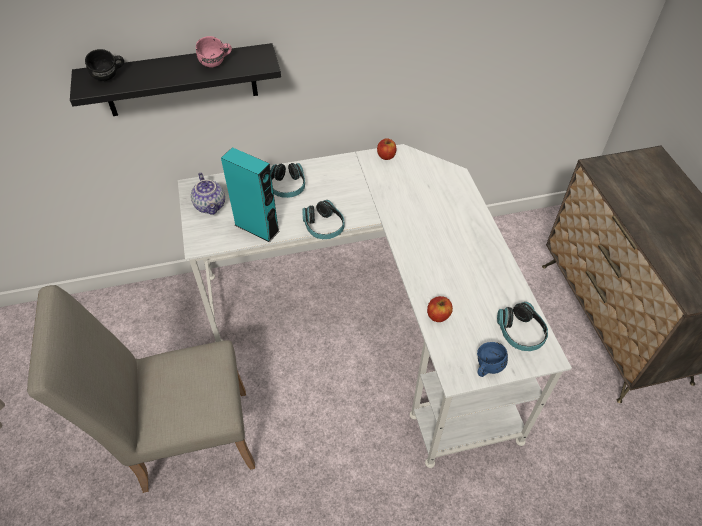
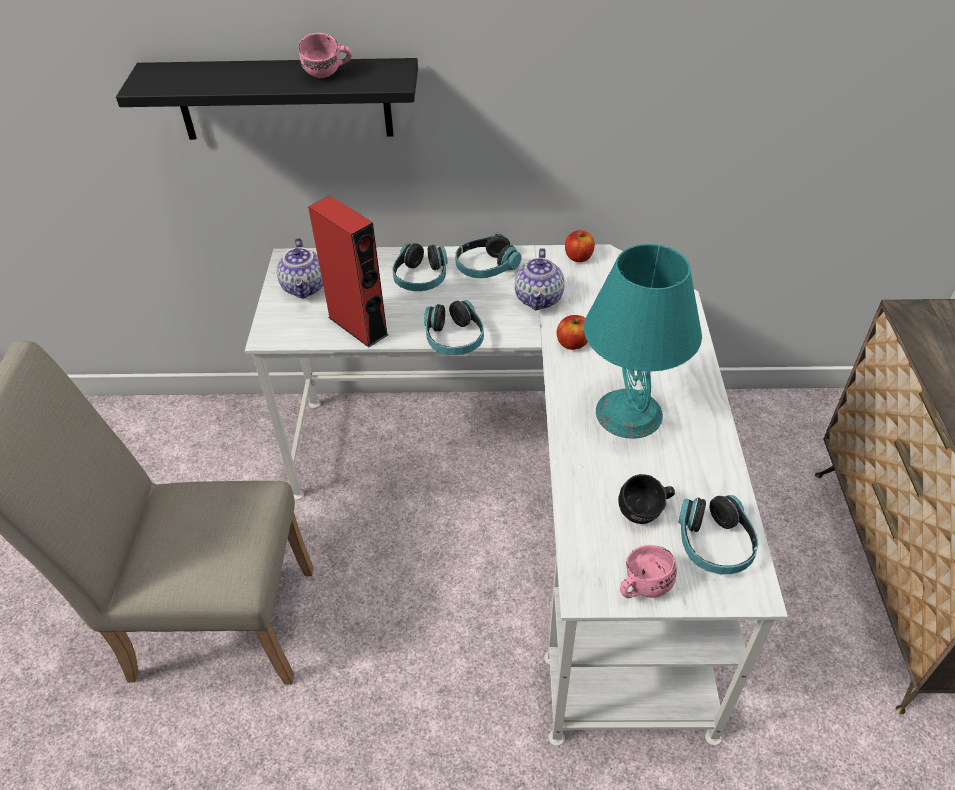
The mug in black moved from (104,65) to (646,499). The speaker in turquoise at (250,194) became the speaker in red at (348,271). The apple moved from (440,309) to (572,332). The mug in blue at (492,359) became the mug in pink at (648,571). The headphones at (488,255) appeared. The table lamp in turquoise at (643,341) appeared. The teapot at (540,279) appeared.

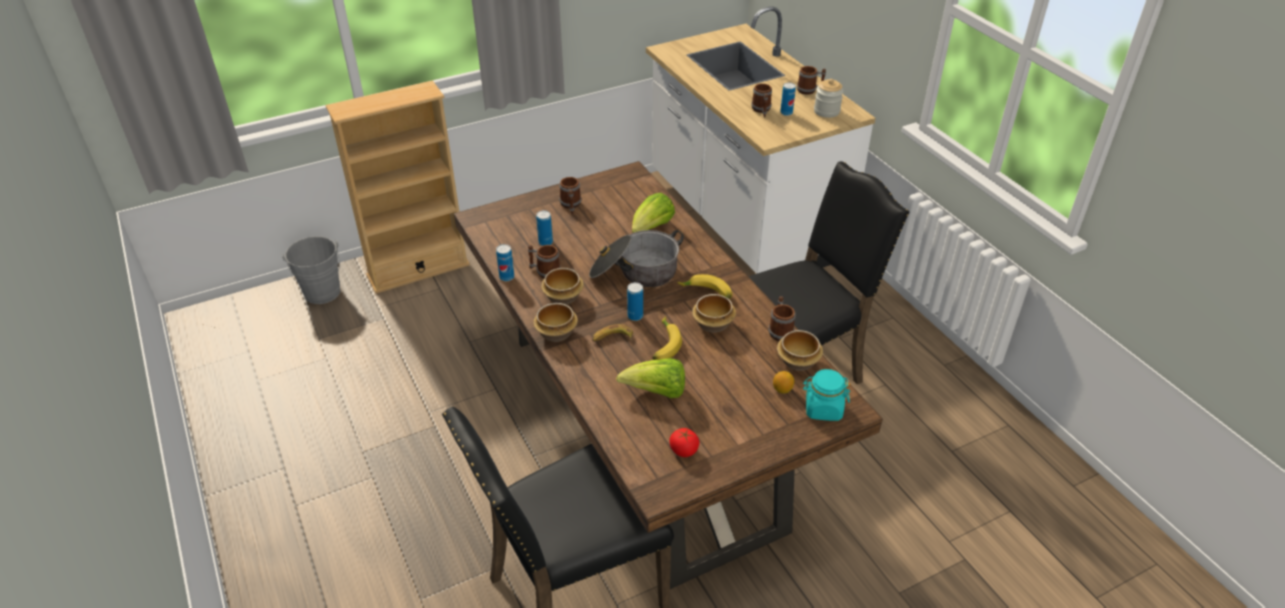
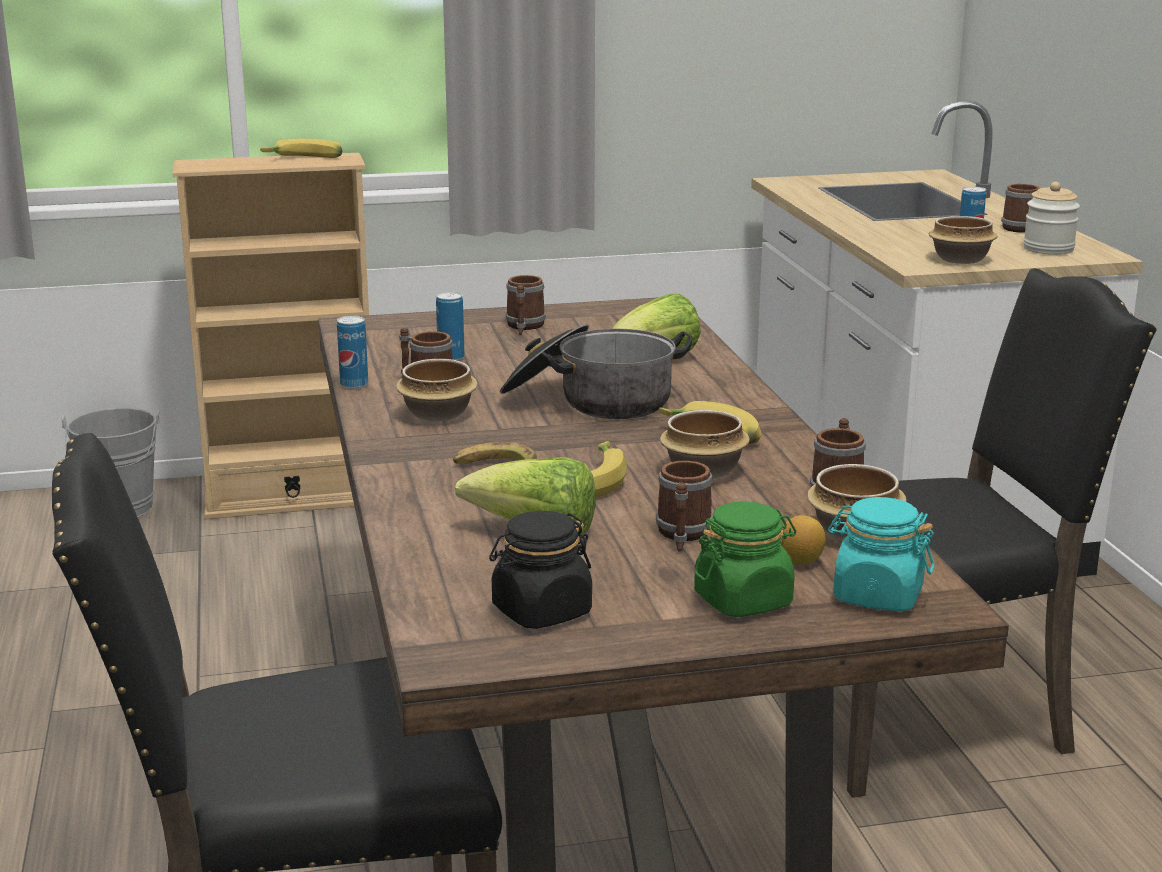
The mug moved from (761,100) to (684,506). The can at (635,301) disappeared. The bowl moved from (555,322) to (963,240). The tomato at (684,442) was replaced by the jar in black at (540,570). The banana at (301,148) appeared. The jar in green at (745,559) appeared.

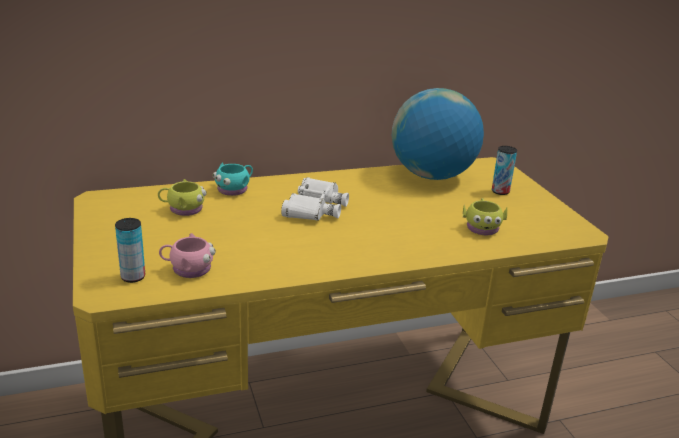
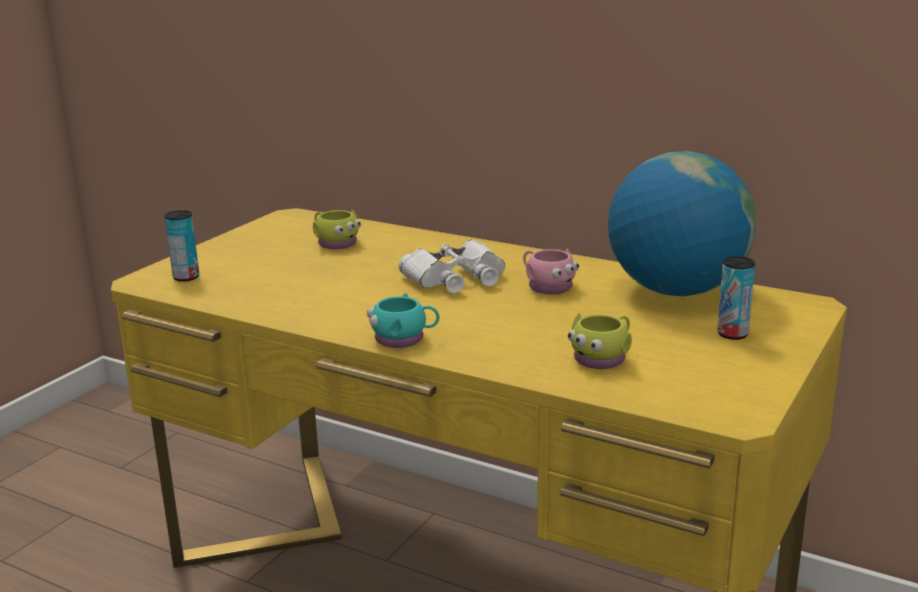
The mug in turquoise moved from (232,179) to (403,320). The mug in pink moved from (187,255) to (551,271).

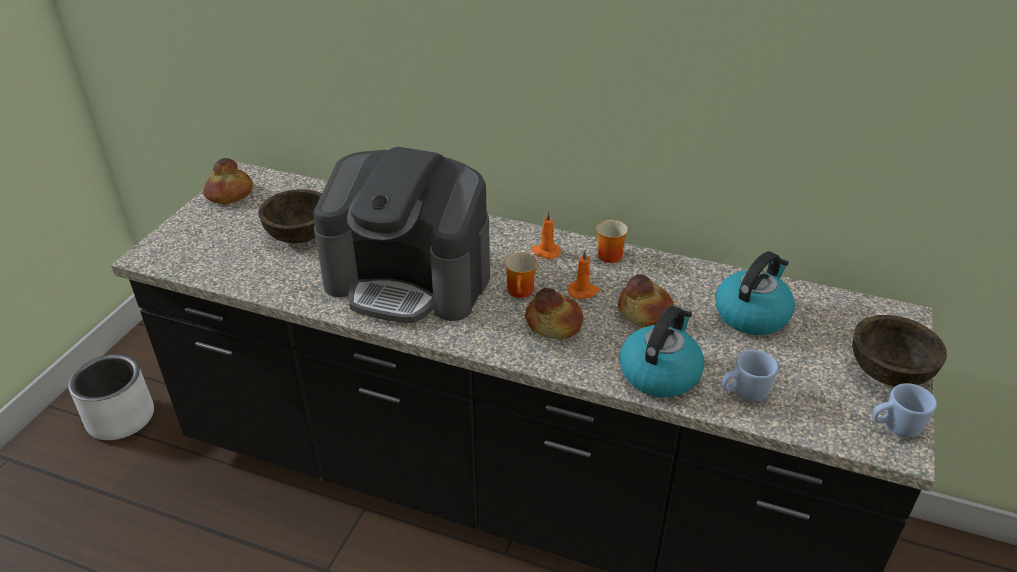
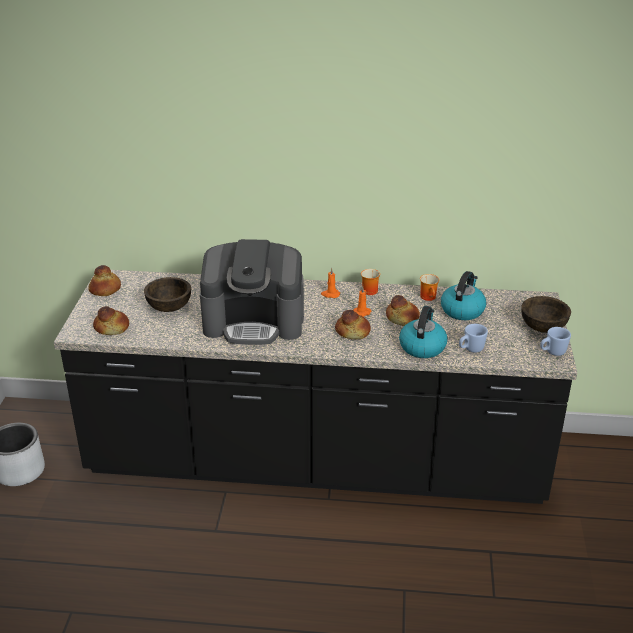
The mug moved from (521,275) to (430,287). The bread at (111,320) appeared.

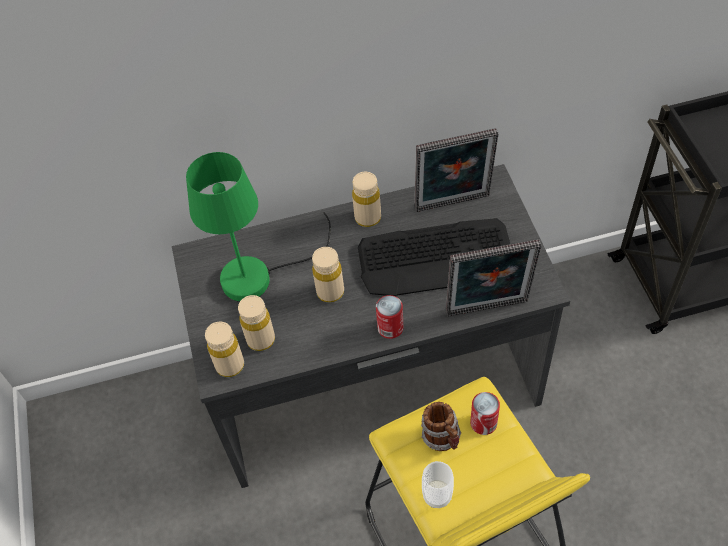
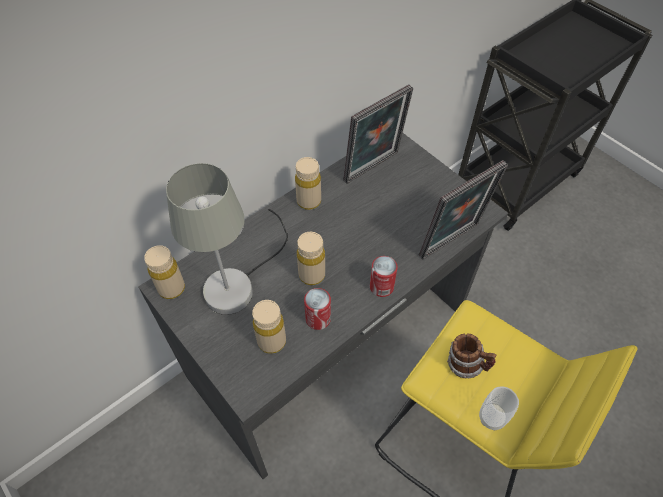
The table lamp in green at (258,227) became the table lamp in grey at (227,239). The keyboard at (434,257) disappeared. The bottle in beige moved from (224,349) to (164,272). The can moved from (485,413) to (317,309).

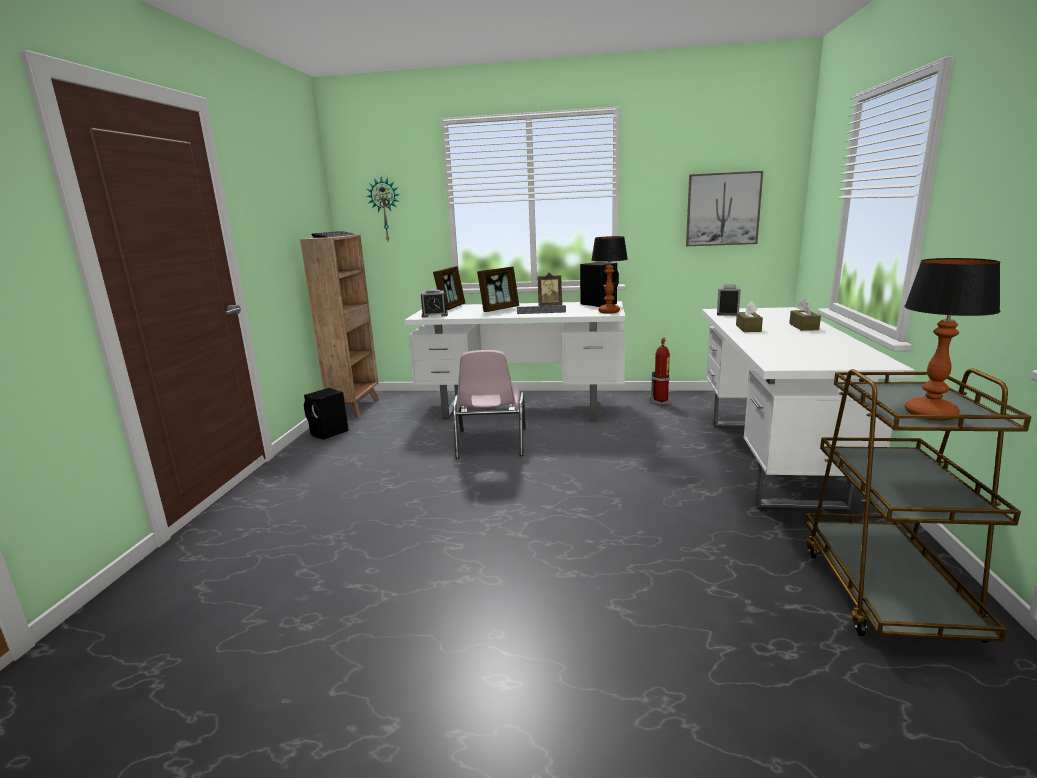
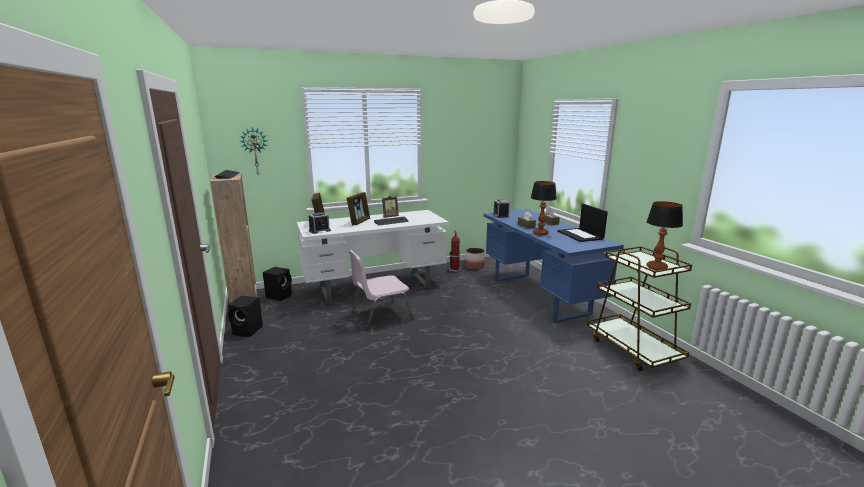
The picture at (724,208) disappeared. The table lamp moved from (609,275) to (544,208). The speaker in black moved from (599,284) to (277,284). The desk in white at (808,408) became the desk in blue at (553,266). The chair in pink at (489,404) turned 90 degrees clockwise. The laptop at (582,222) appeared. The planter at (475,259) appeared.

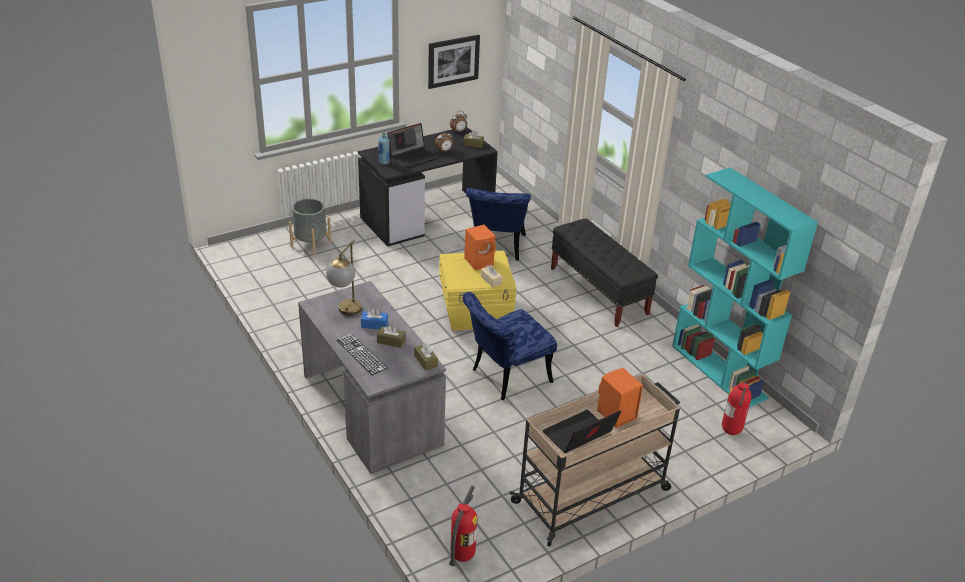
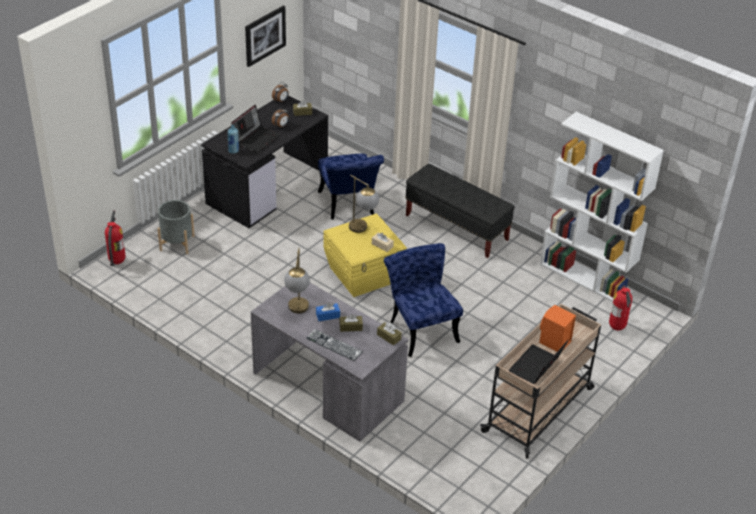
The bookcase in turquoise at (745,287) became the bookcase in white at (602,207). The speaker in orange at (480,247) was replaced by the table lamp at (364,204). The chair in blue at (509,346) turned 120 degrees clockwise. The fire extinguisher moved from (463,526) to (115,238).

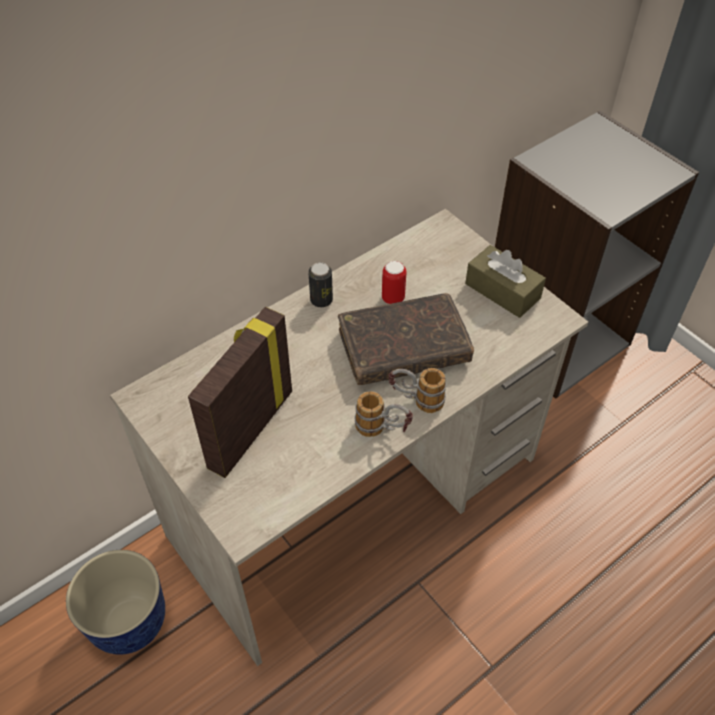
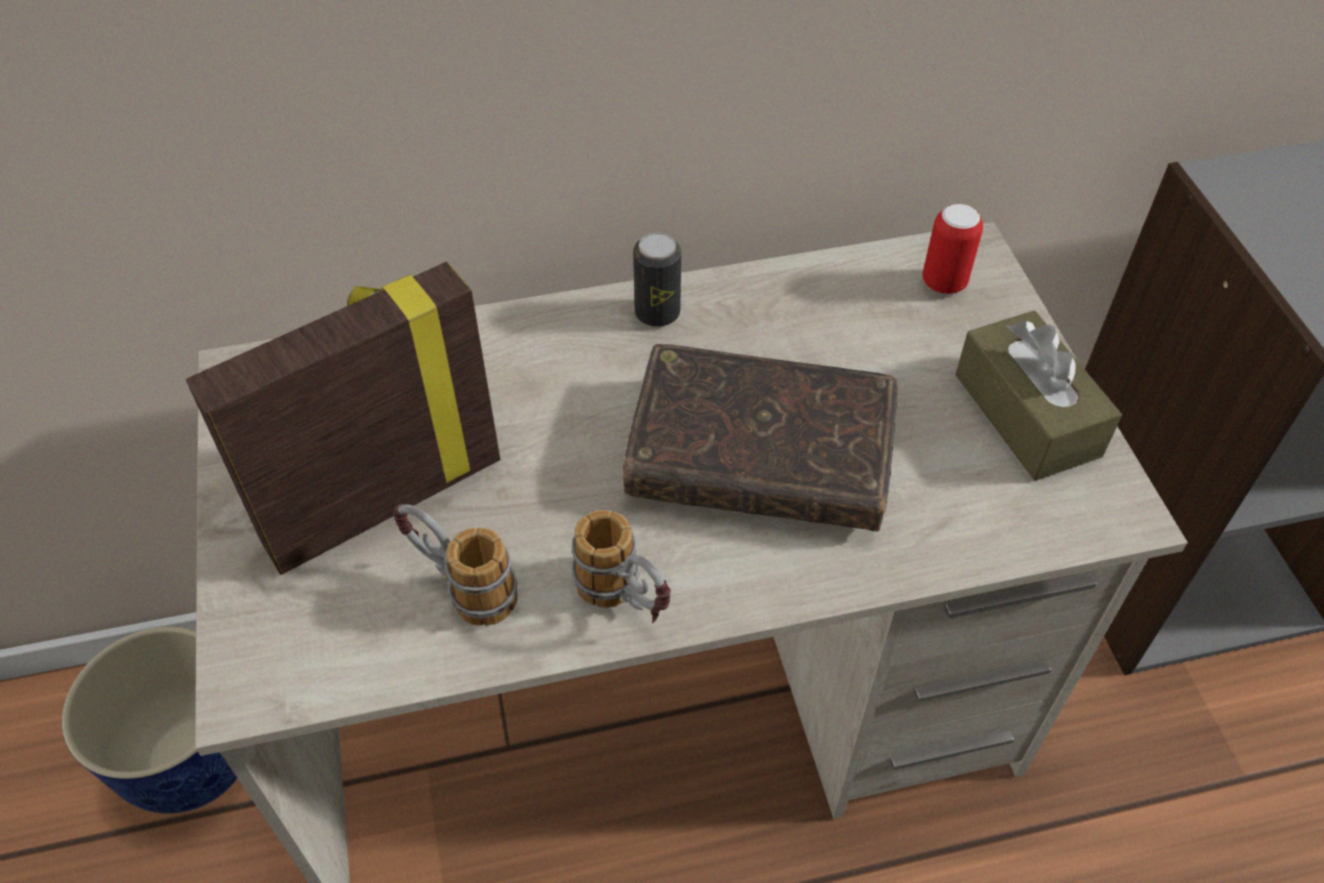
The can moved from (394,282) to (952,249). The mug moved from (417,390) to (455,565).

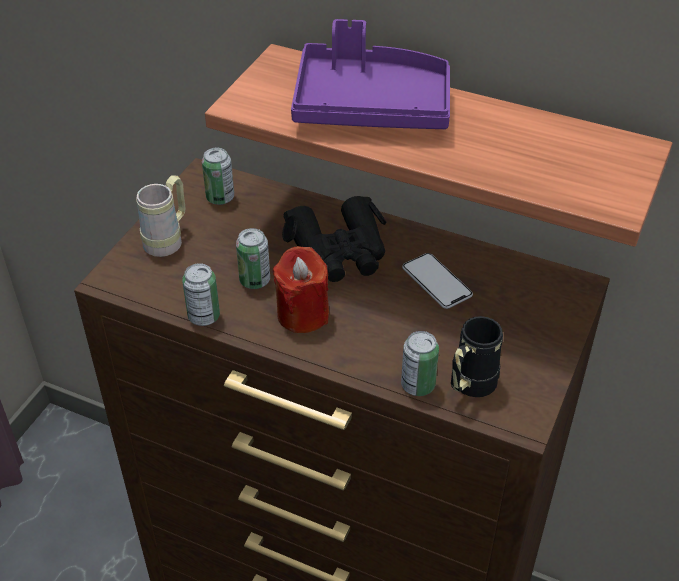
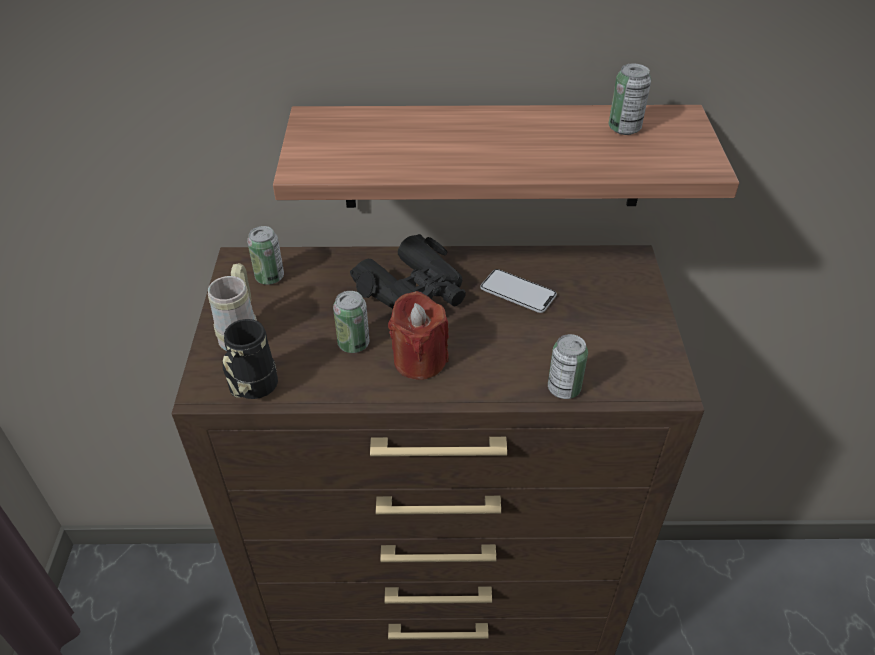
The tray in purple at (370,74) disappeared. The can moved from (201,294) to (630,99). The mug in black moved from (477,356) to (250,359).

